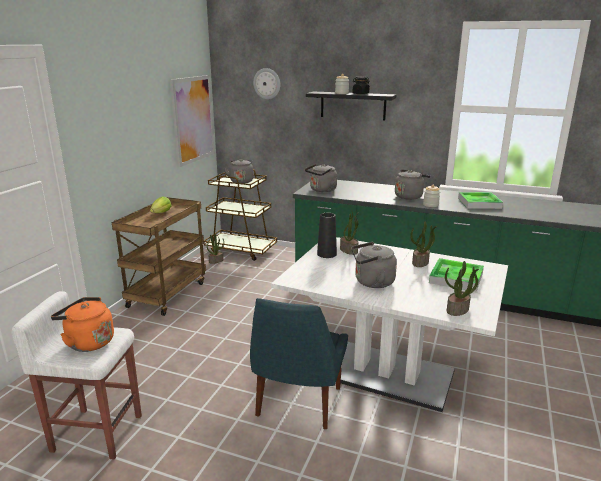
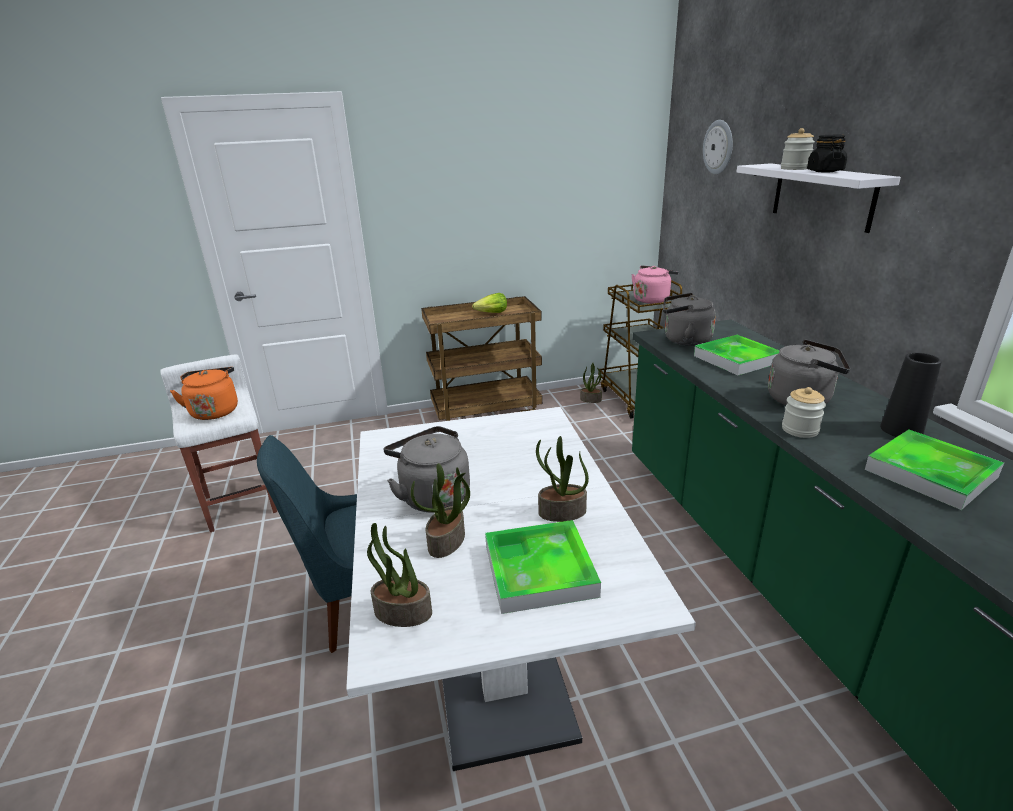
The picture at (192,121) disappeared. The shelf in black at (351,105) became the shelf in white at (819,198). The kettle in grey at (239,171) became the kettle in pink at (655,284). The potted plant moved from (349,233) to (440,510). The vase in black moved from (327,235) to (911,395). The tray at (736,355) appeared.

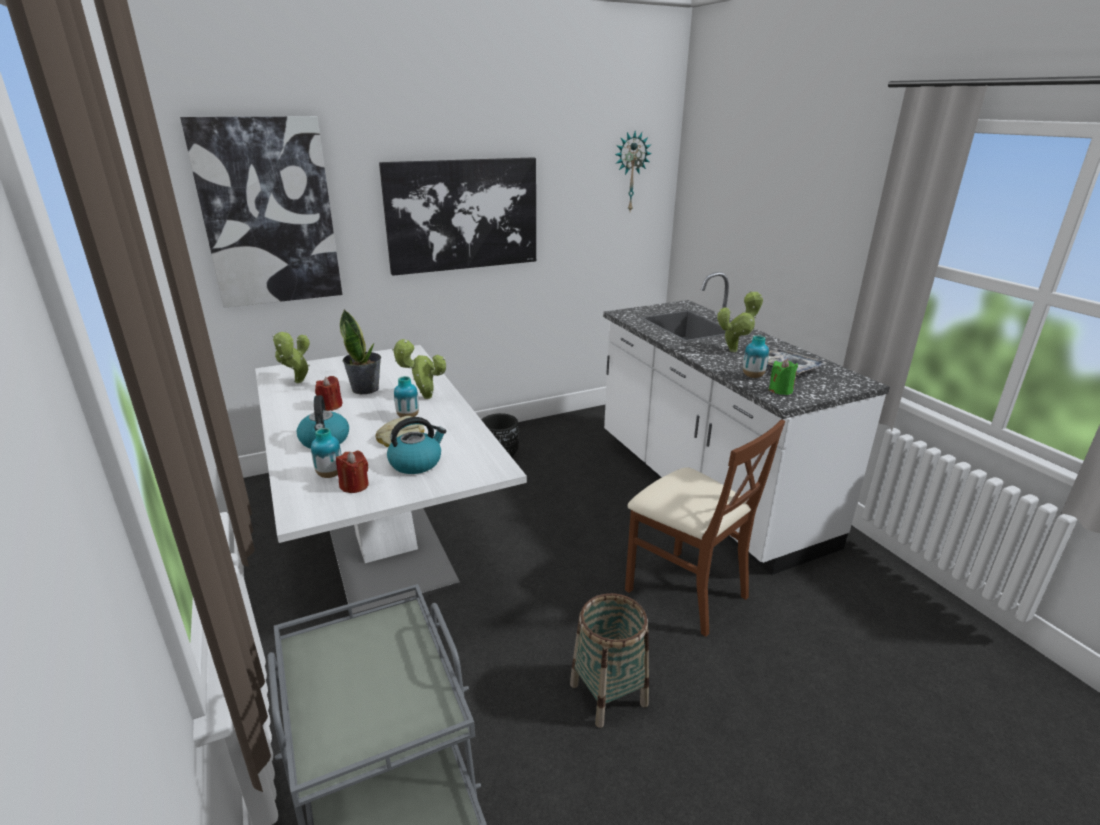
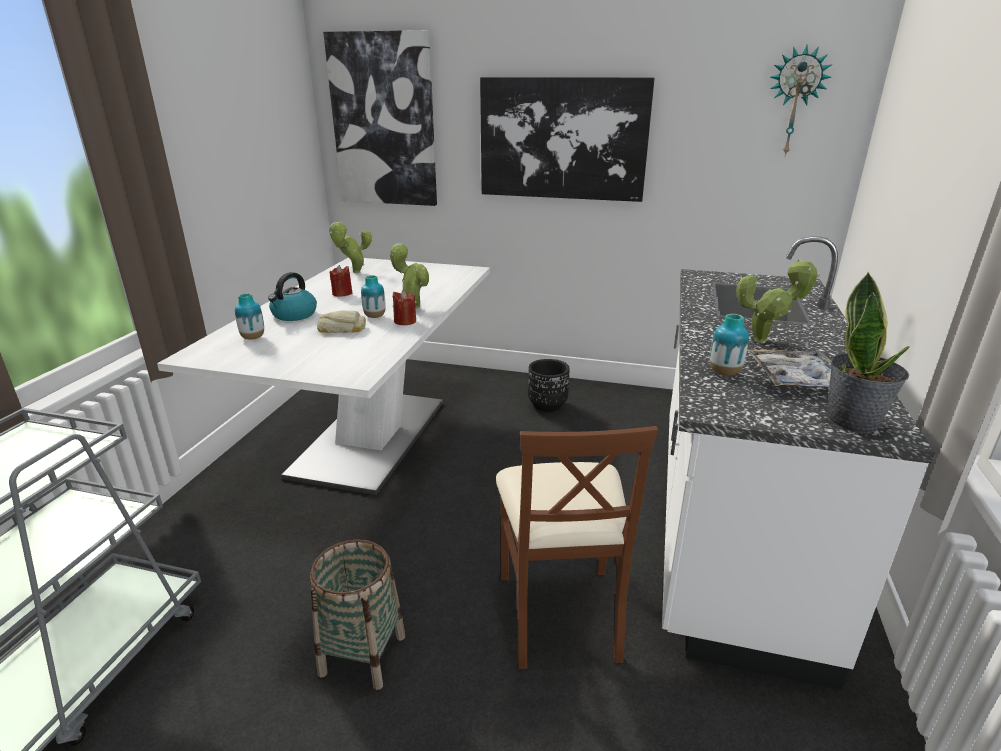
The potted plant moved from (360,351) to (867,352). The candle in green at (783,377) disappeared. The kettle at (416,445) disappeared. The candle in red moved from (352,471) to (404,307).

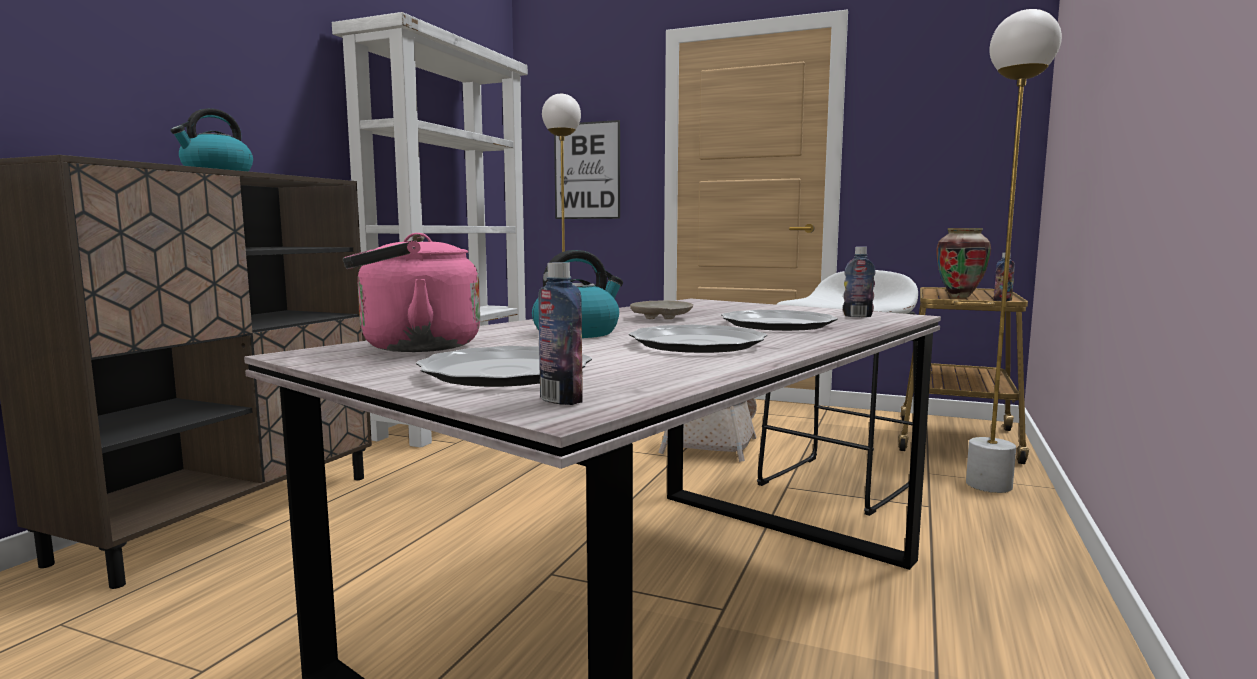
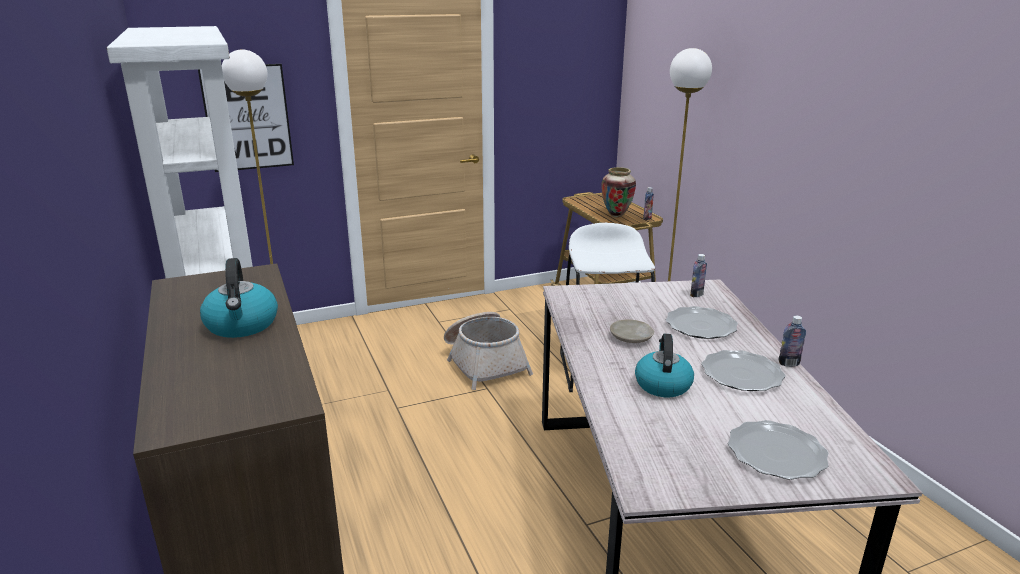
The kettle in pink at (411,292) disappeared. The bottle moved from (560,333) to (792,341).

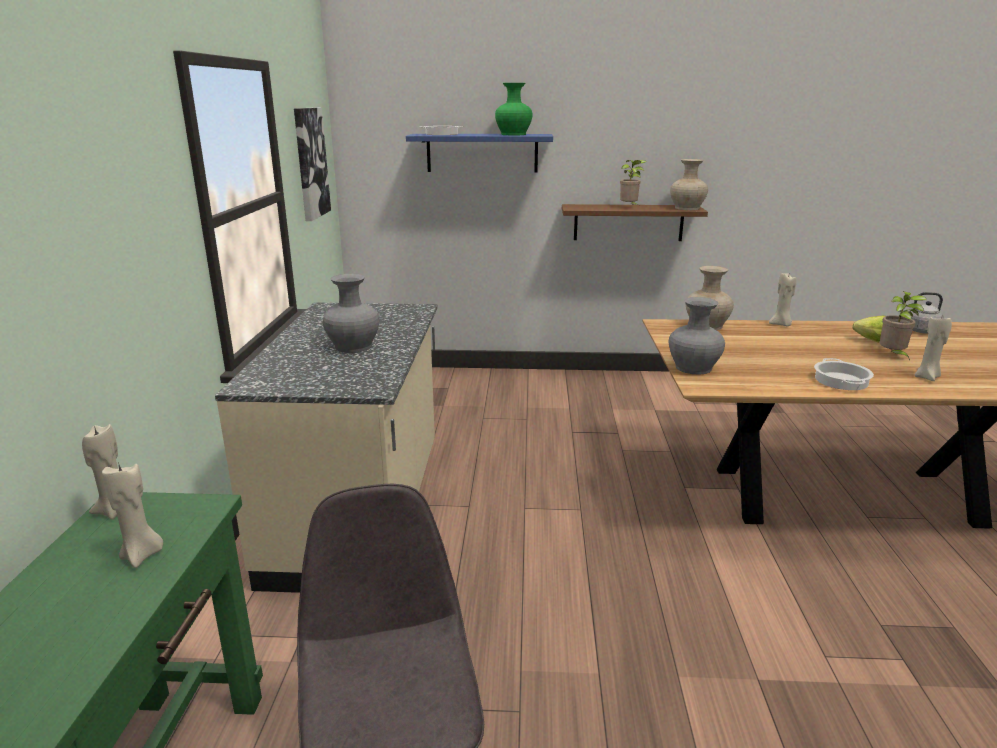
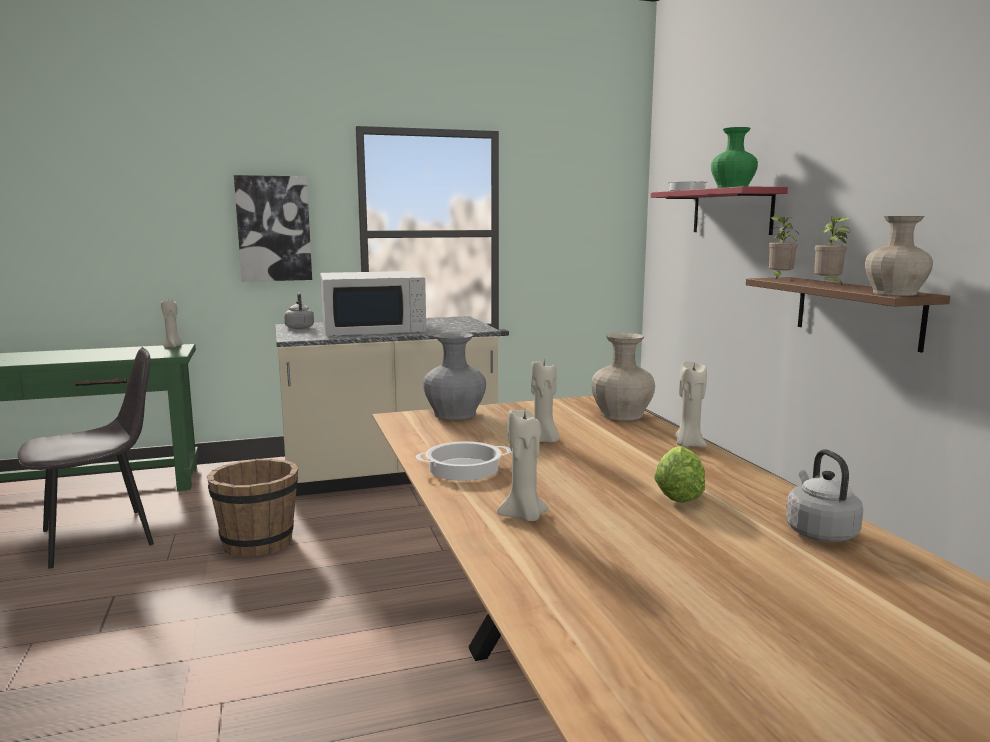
The picture moved from (312,164) to (273,228). The shelf in blue at (479,153) became the shelf in red at (719,210). The vase in grey at (351,313) was replaced by the microwave in white at (373,303). The potted plant moved from (903,325) to (784,248). The candle in beige moved from (132,515) to (545,401). The kettle in grey at (299,311) appeared. The bucket in brown at (252,507) appeared.

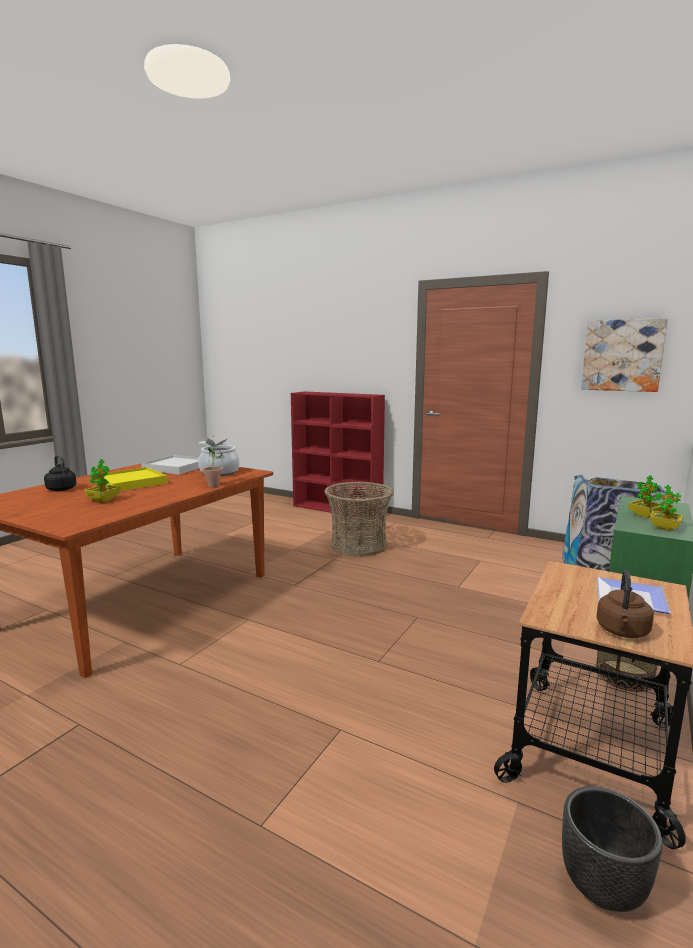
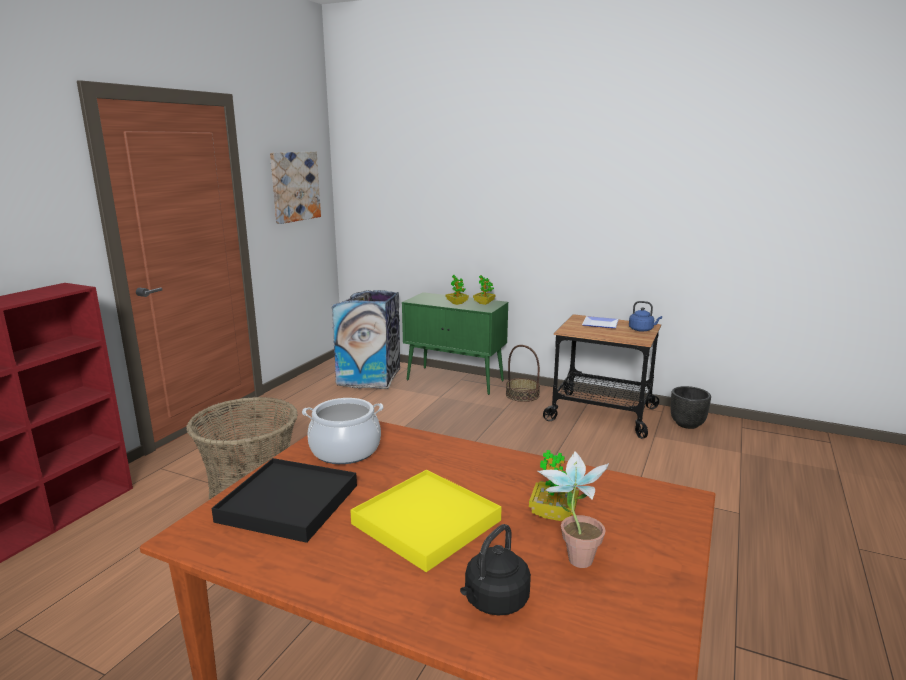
The potted plant moved from (212,461) to (574,509). The tray in white at (170,465) became the tray in black at (284,500). The kettle in brown at (625,604) became the kettle in blue at (645,316).

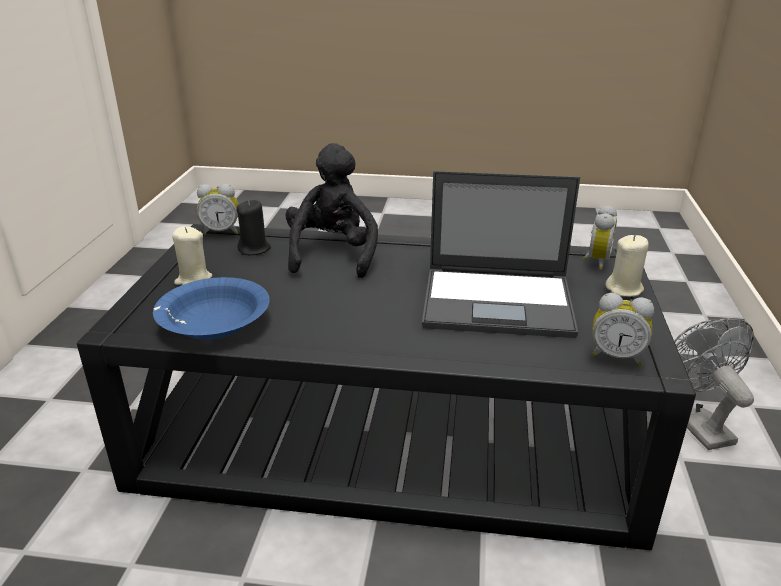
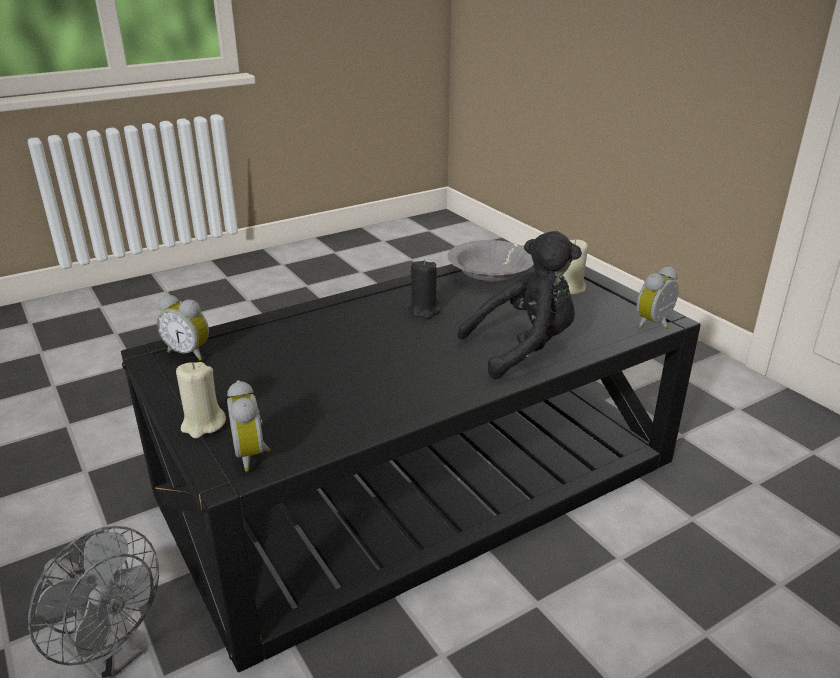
The plush toy in black at (332,210) turned 75 degrees counterclockwise. The laptop at (501,254) disappeared. The candle in black moved from (254,227) to (424,289). The bowl in blue at (211,308) became the bowl in grey at (490,261). The alarm clock at (622,329) turned 135 degrees counterclockwise.

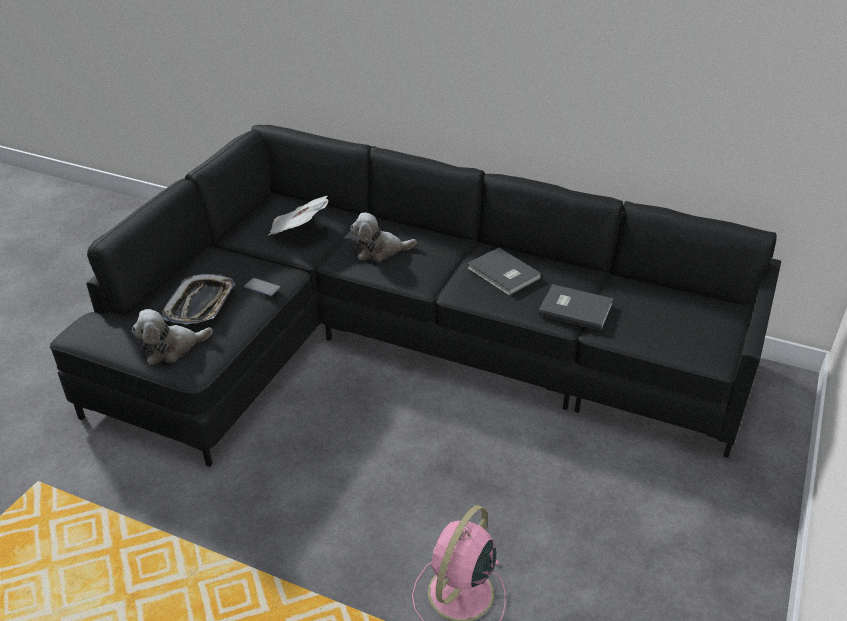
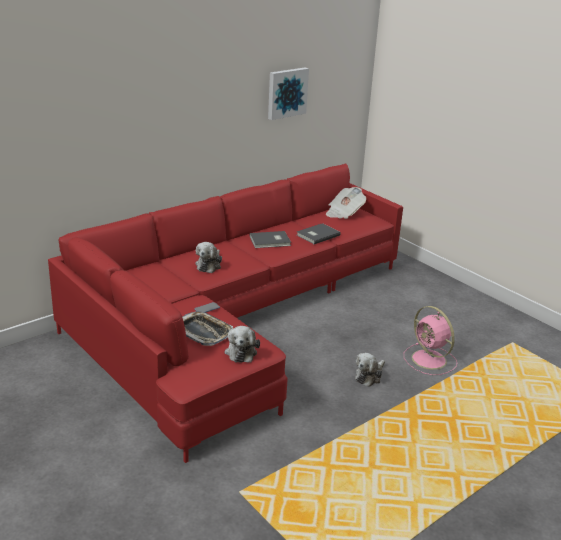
The sofa in black at (415,296) became the sofa in red at (225,313). The newspaper moved from (298,215) to (346,203). The picture at (288,93) appeared. The plush toy at (370,370) appeared.

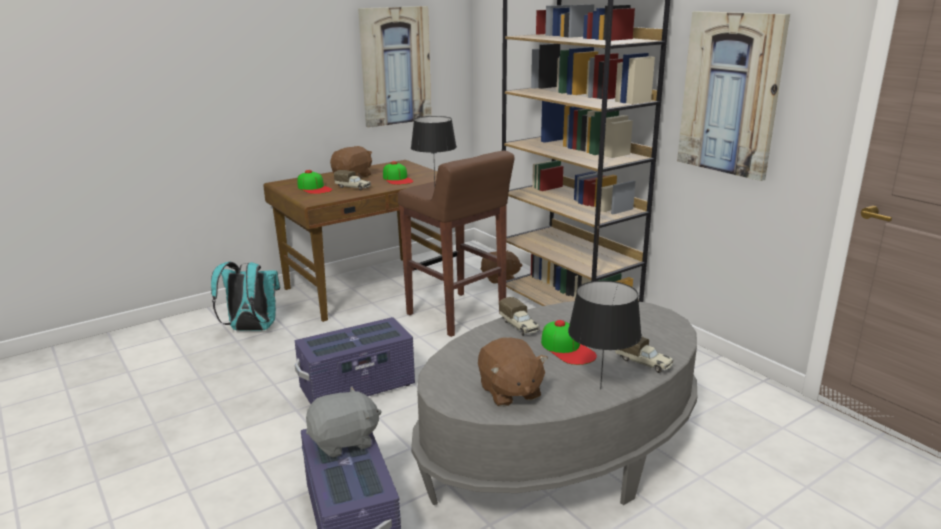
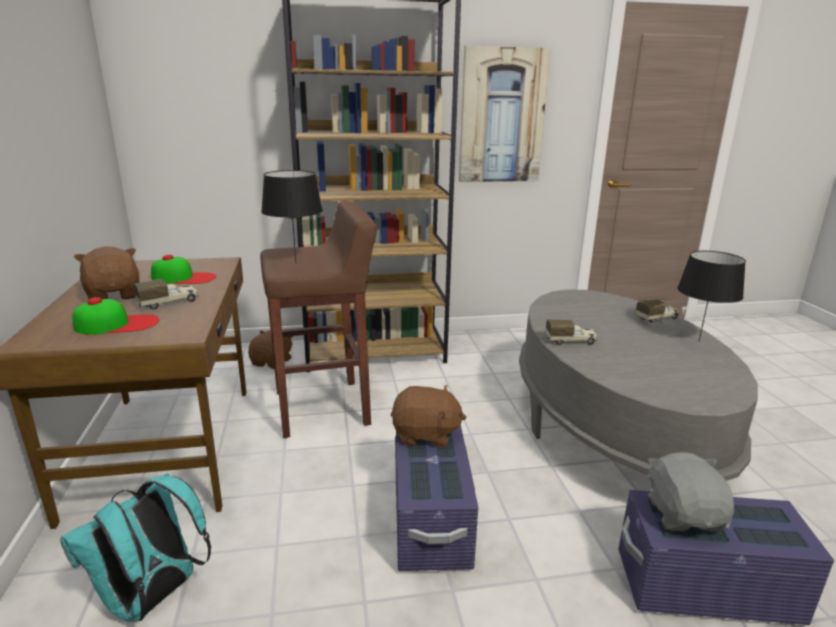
The picture at (394,67) disappeared. The cap at (569,342) disappeared. The plush toy in brown moved from (513,372) to (428,416).

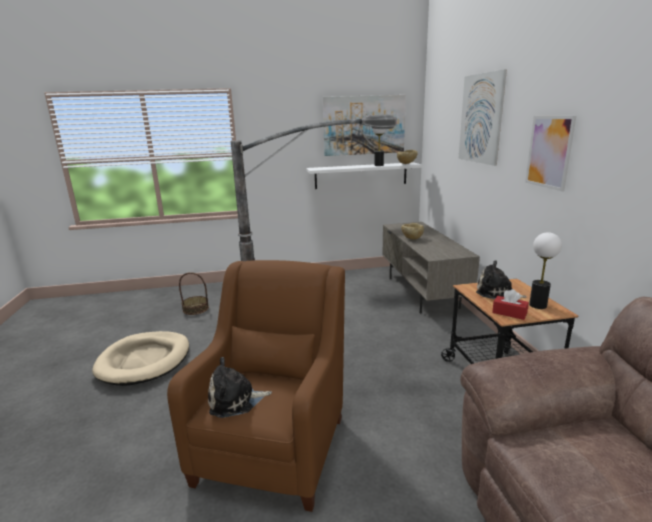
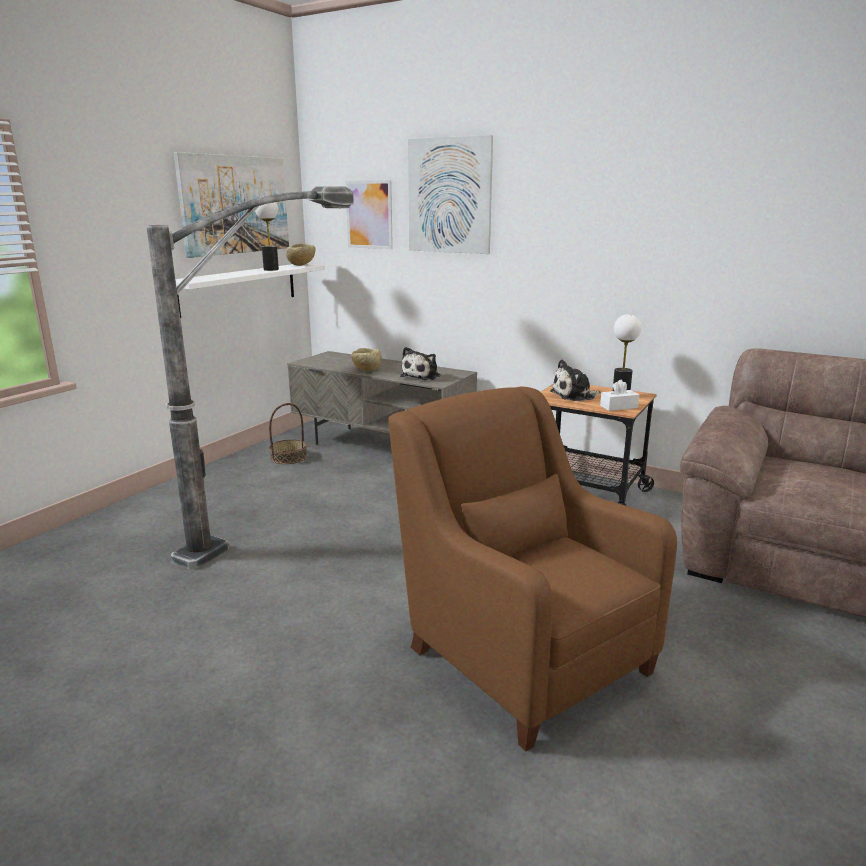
The picture moved from (550,154) to (369,214). The basket moved from (194,293) to (288,433). The tissue box in red at (510,304) became the tissue box in white at (619,395). The dog bed in beige at (140,358) disappeared. The plush toy moved from (240,387) to (420,363).

